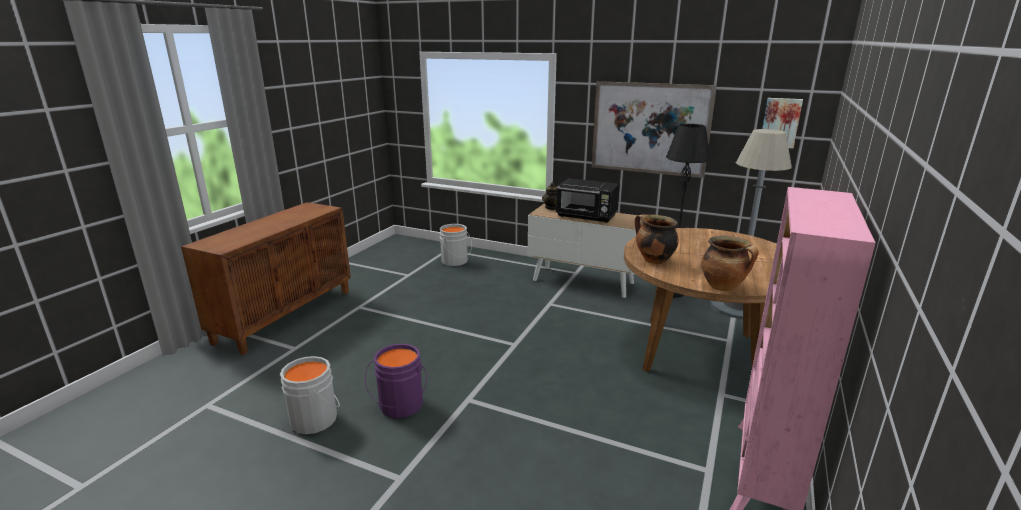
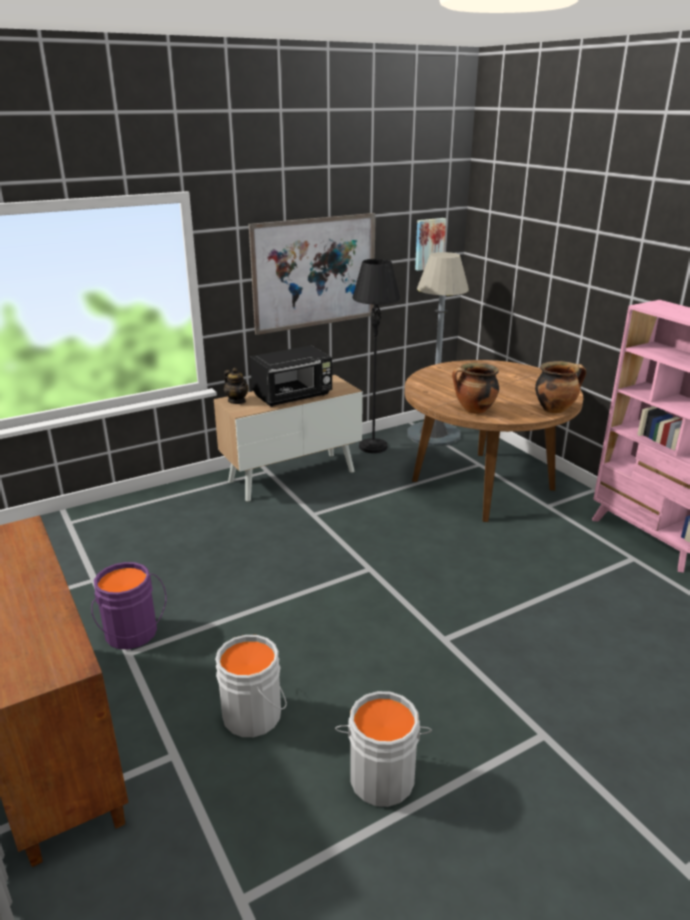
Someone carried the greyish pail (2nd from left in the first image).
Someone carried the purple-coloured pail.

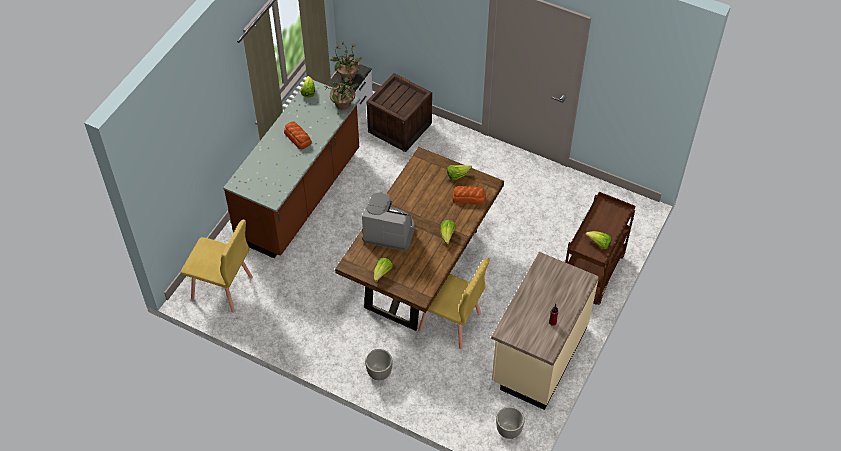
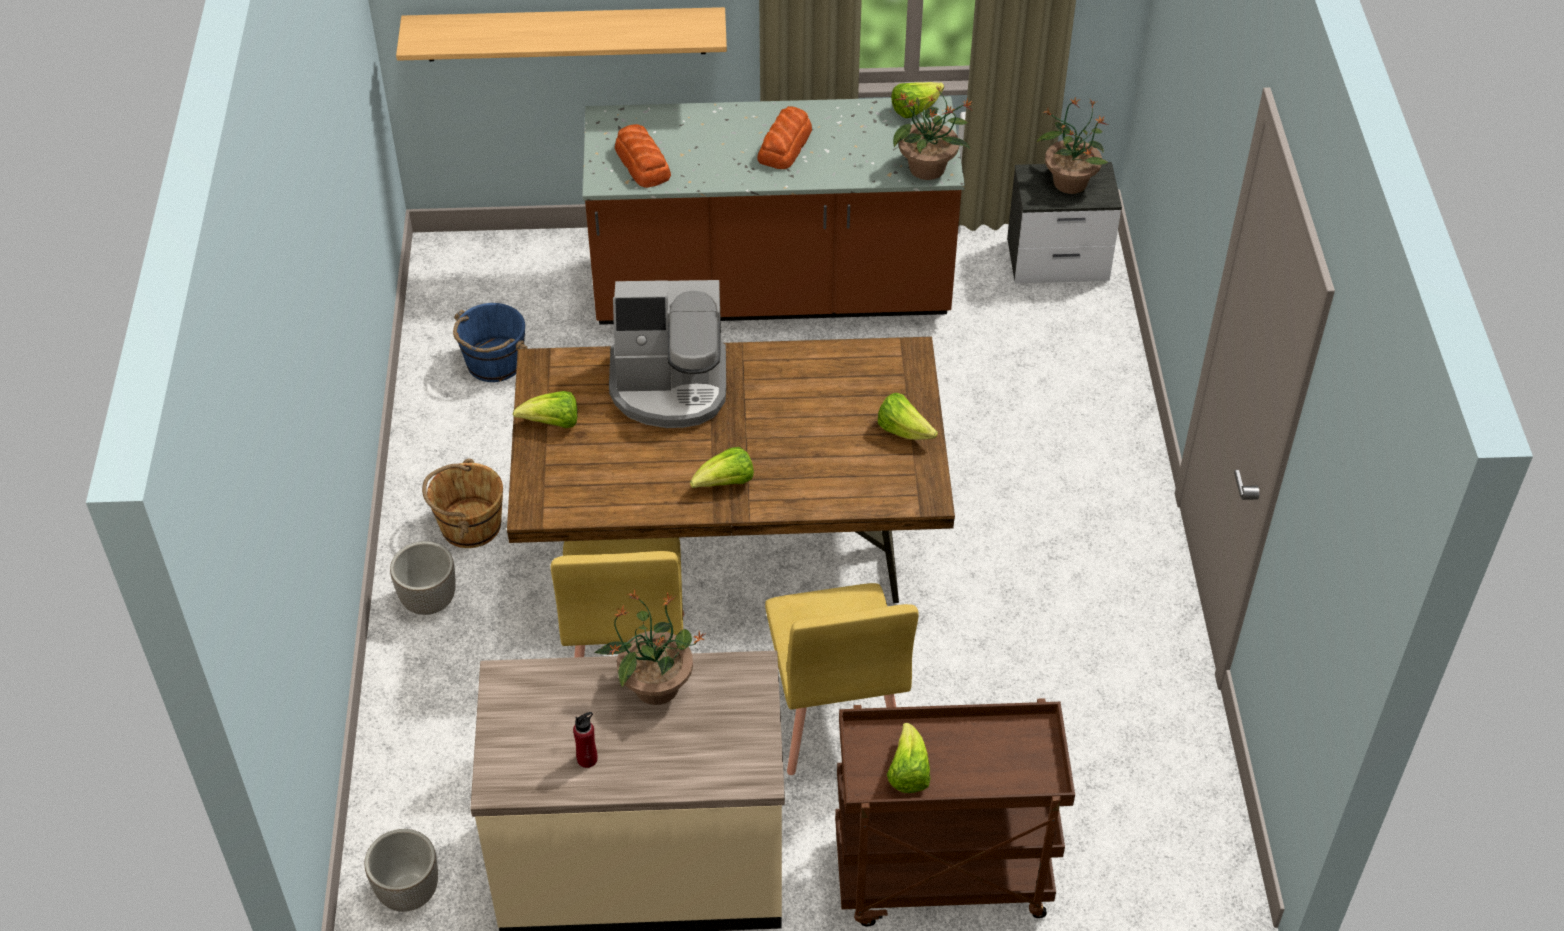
Someone took away the packing crate.
Someone carried the bakery bread (2nd from left in the first image).
Someone rotated the coffee machine by 105 degrees clockwise.
Someone carried the yellow-coloured plain chair (1st from left in the first image).
Someone put up the shelf.
Someone put down the bluish pail.
Someone put down the brownish pail.
Someone put down the houseplant (1st from left).

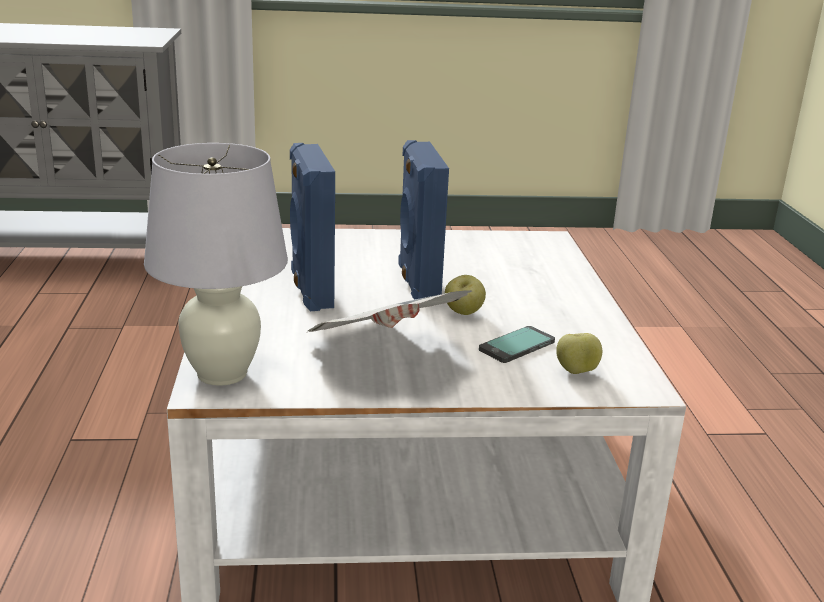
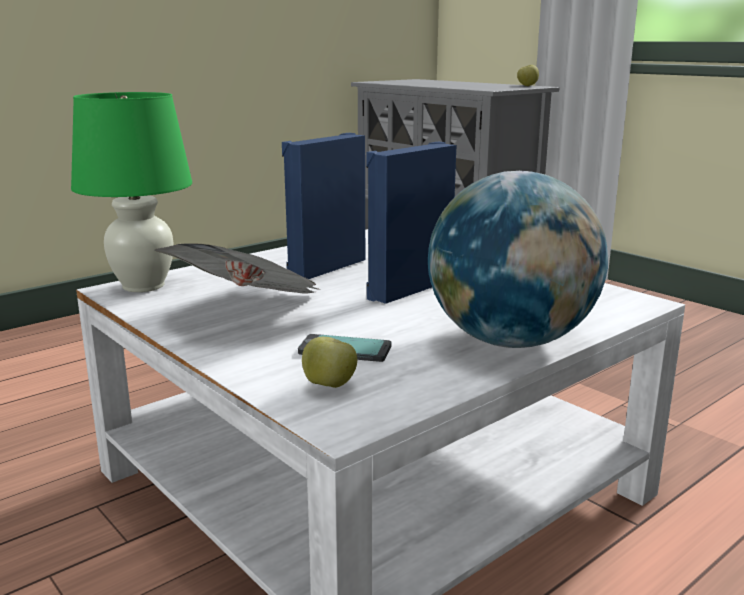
Someone repainted the white-coloured tabletop lamp, which became the green-coloured tabletop lamp.
Someone carried the apple (1st from left in the first image).
Someone put down the world globe.

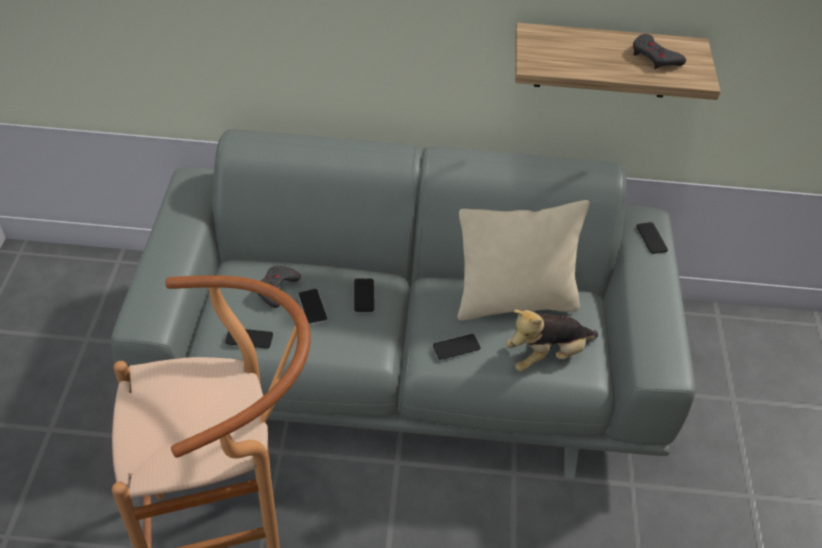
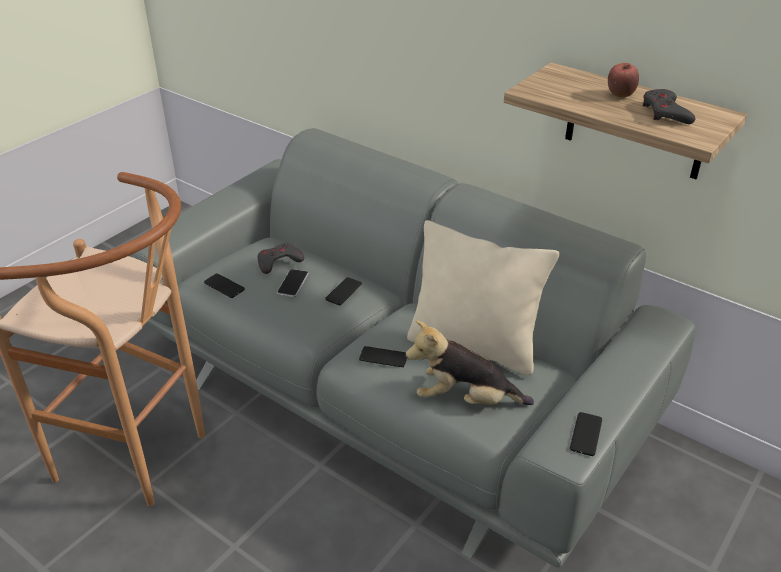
Someone carried the telephone (5th from left).
Someone put down the apple.

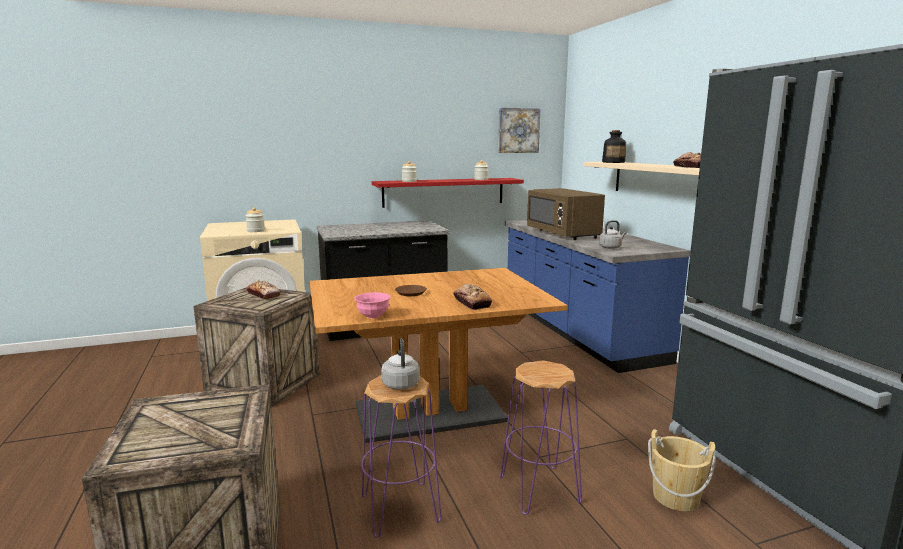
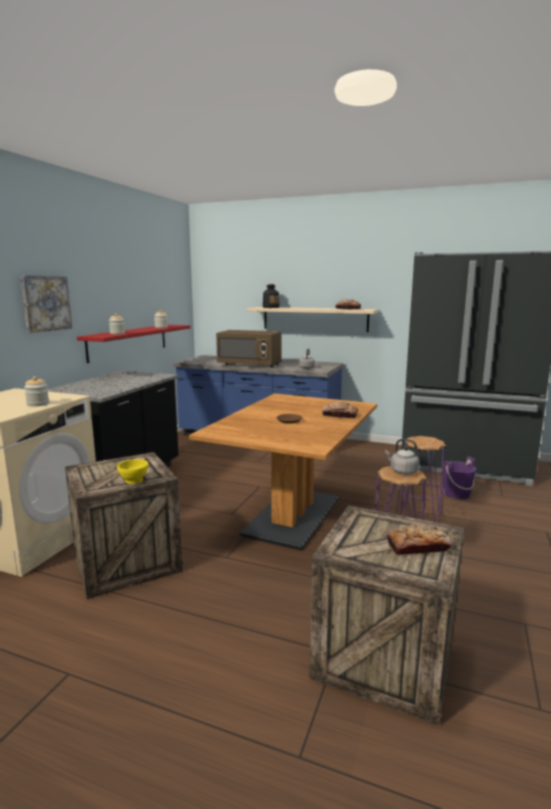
Someone carried the picture.
Someone carried the bakery bread (1st from left in the first image).
Someone took away the pink-coloured serving bowl.
Someone repainted the beige pail, which became the purple-coloured pail.
Someone put down the yellow-coloured serving bowl.

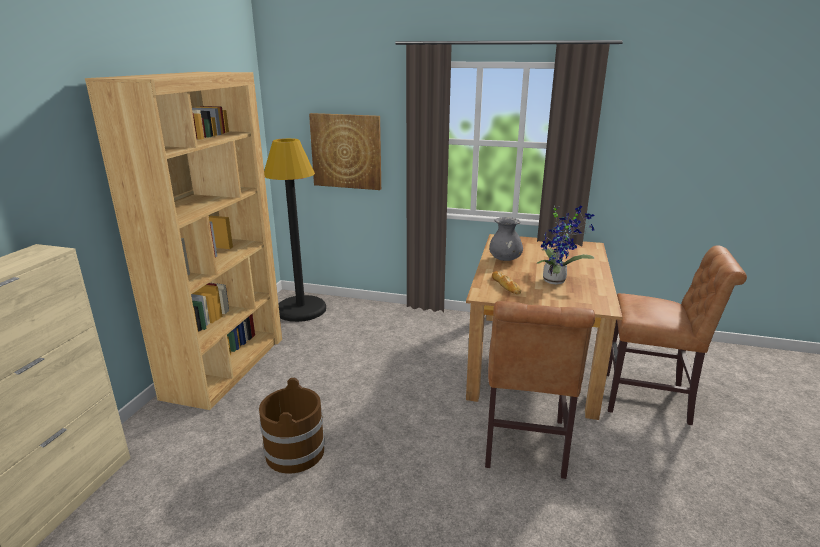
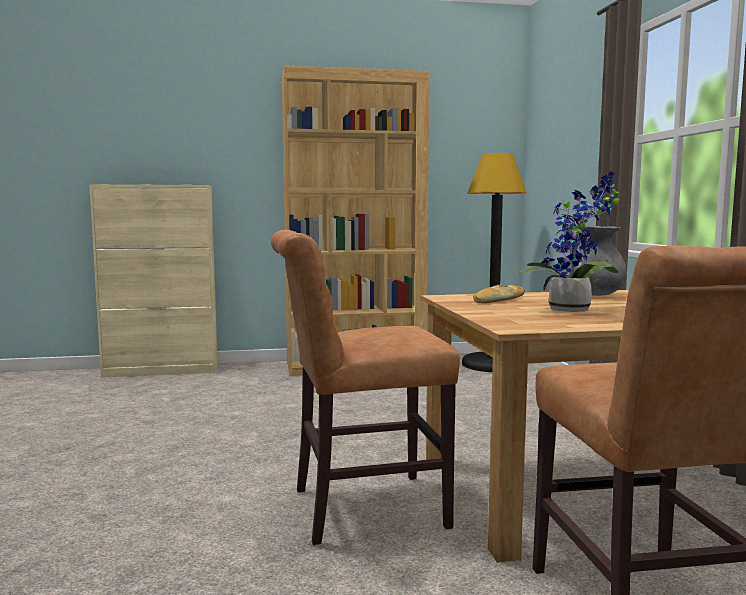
Someone took away the picture.
Someone took away the brownish pail.

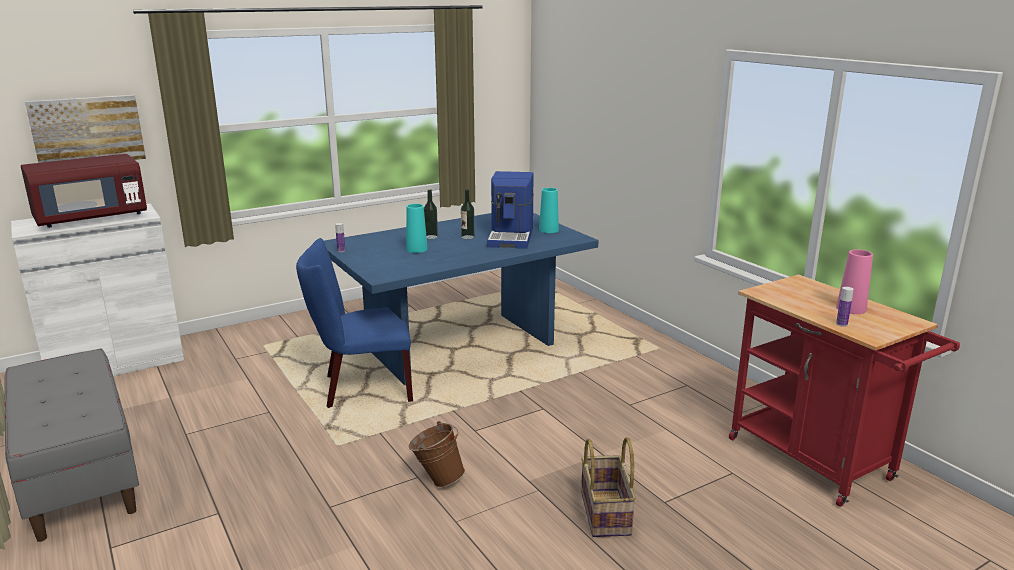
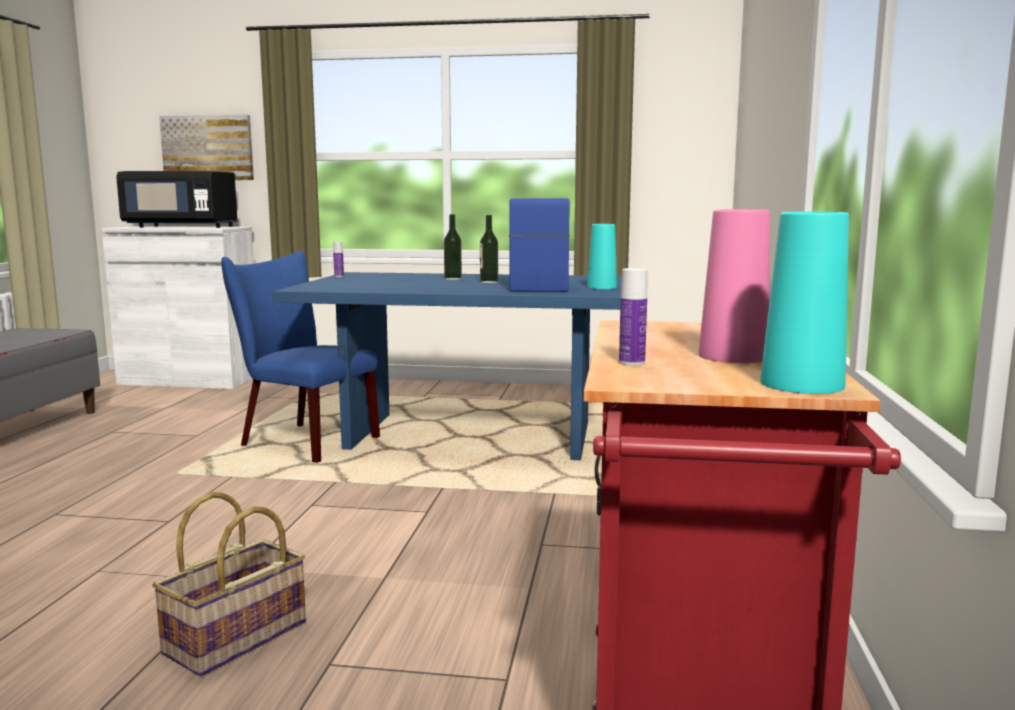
Someone repainted the red microwave oven, which became the black microwave oven.
Someone rotated the coffee machine by 135 degrees clockwise.
Someone carried the turquoise-coloured vase (1st from left in the first image).
Someone took away the brownish pail.

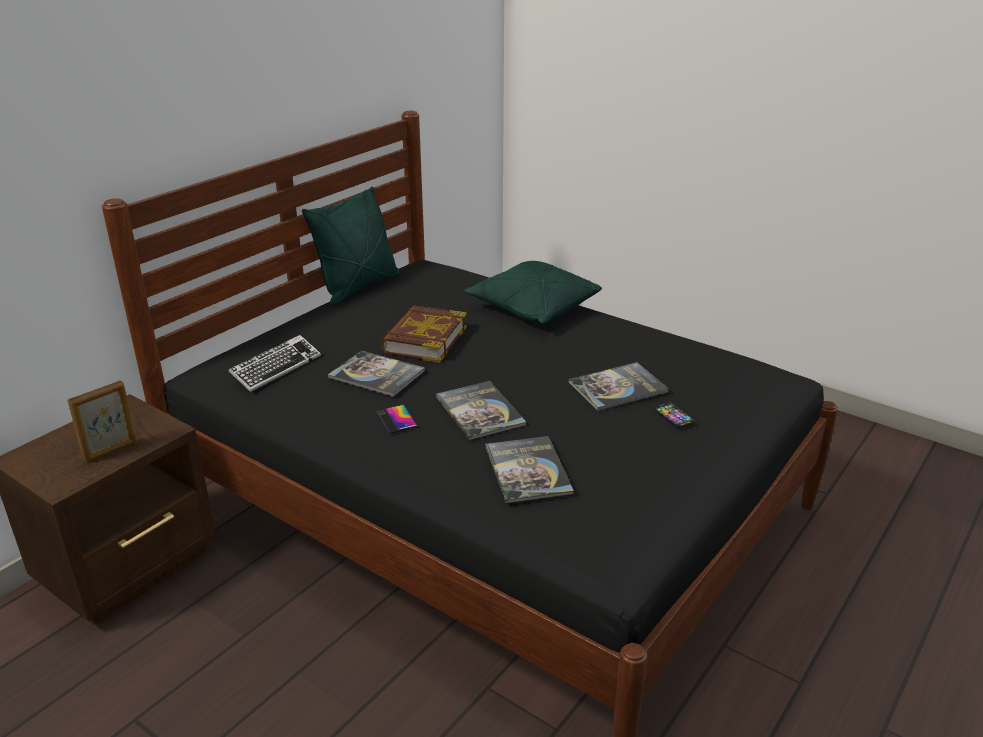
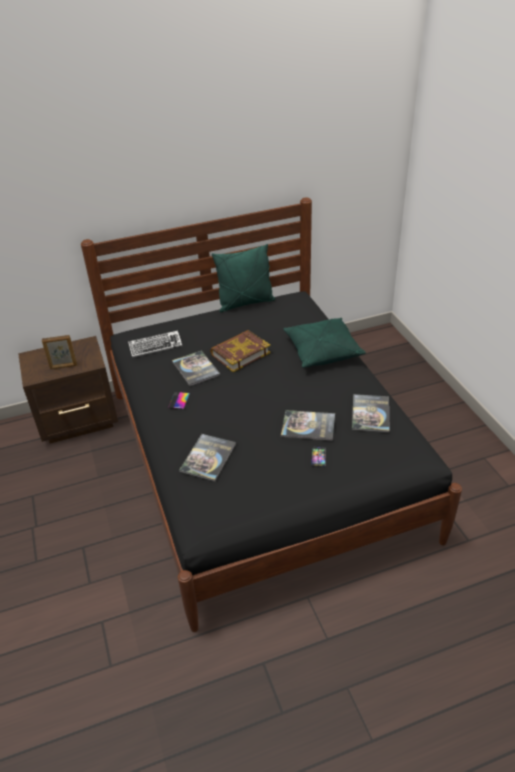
Someone carried the bound book (3rd from left in the first image).

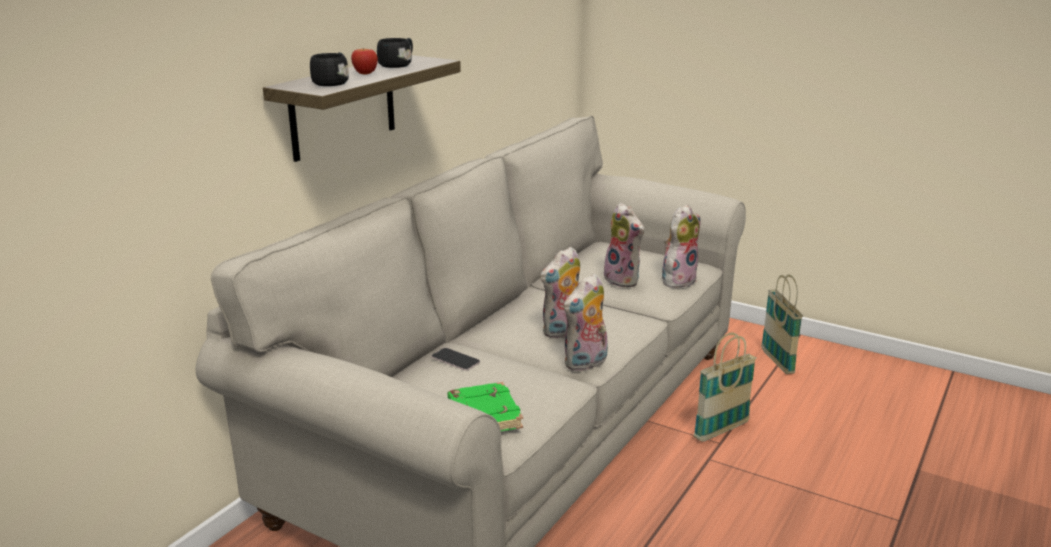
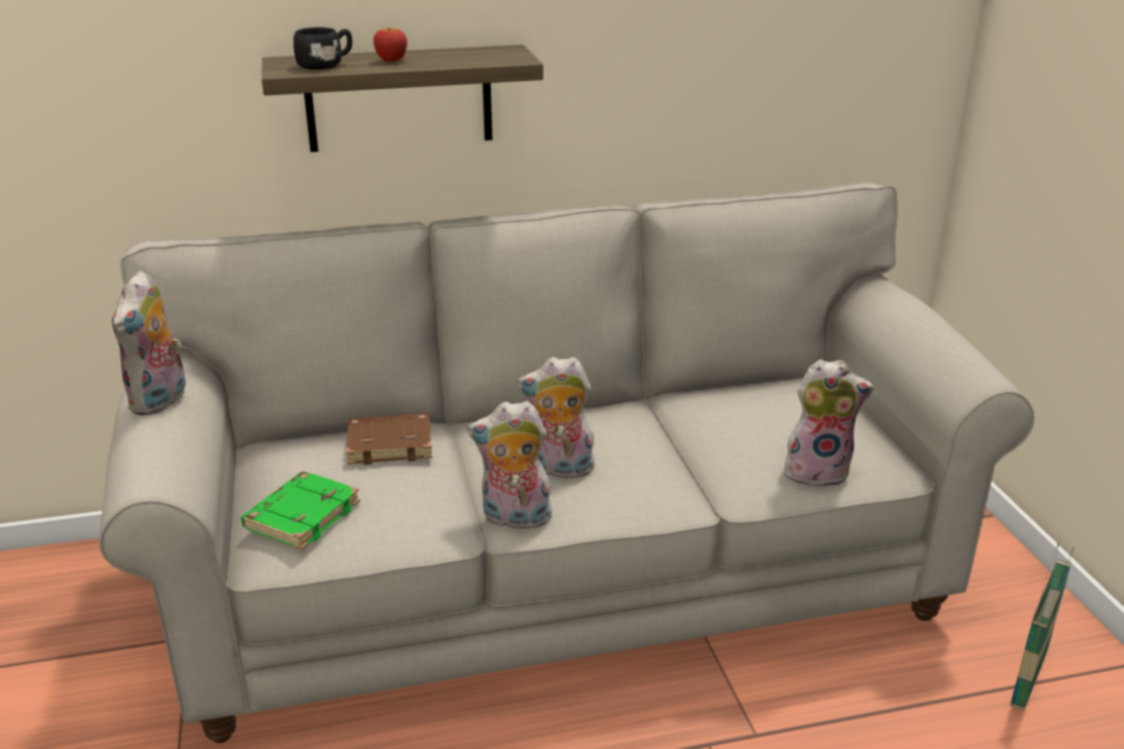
Someone took away the black mug (2nd from left).
Someone carried the cuddly toy (3rd from left in the first image).
Someone took away the basket (1st from left).
Someone swapped the telephone for the brownish bound book.

